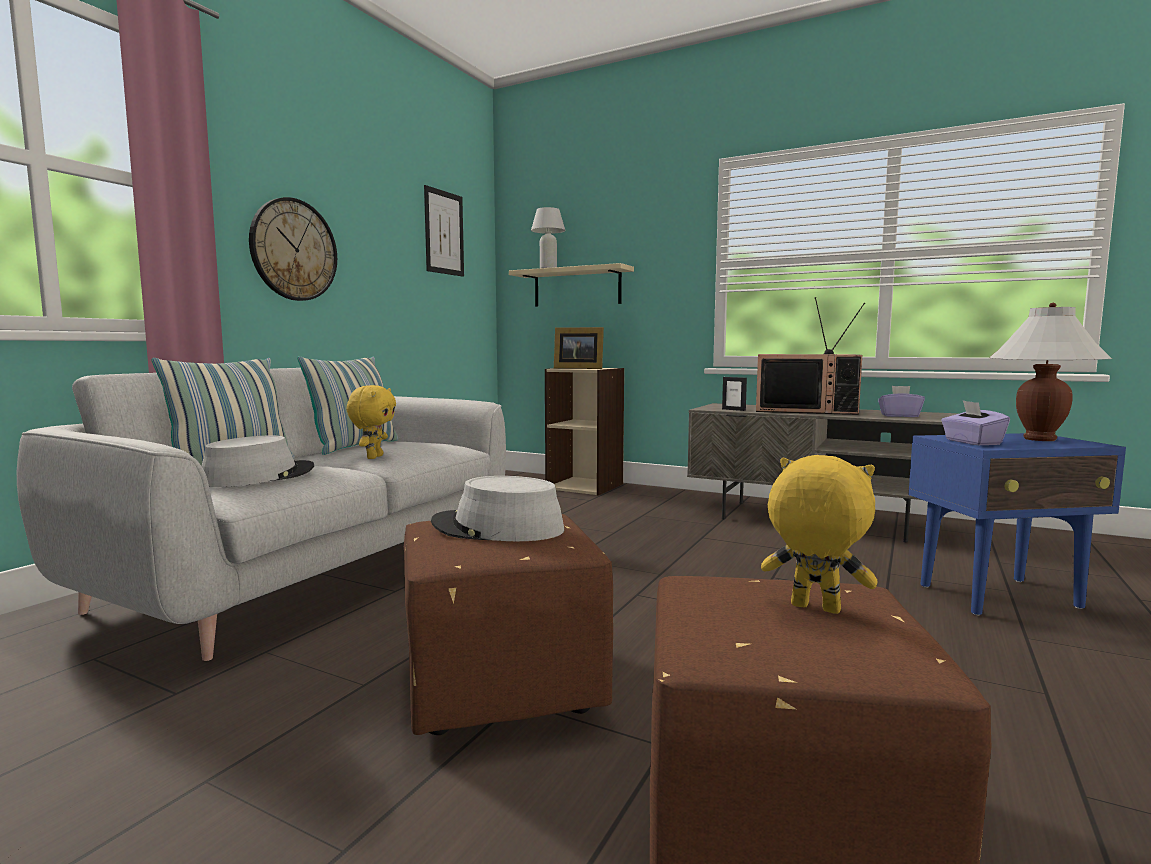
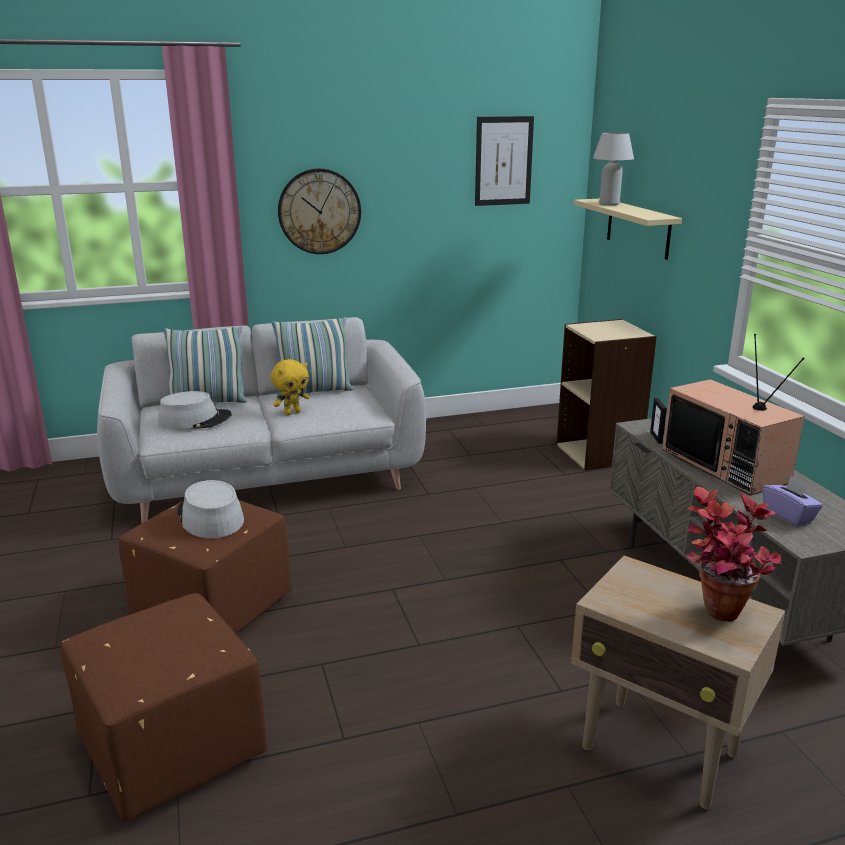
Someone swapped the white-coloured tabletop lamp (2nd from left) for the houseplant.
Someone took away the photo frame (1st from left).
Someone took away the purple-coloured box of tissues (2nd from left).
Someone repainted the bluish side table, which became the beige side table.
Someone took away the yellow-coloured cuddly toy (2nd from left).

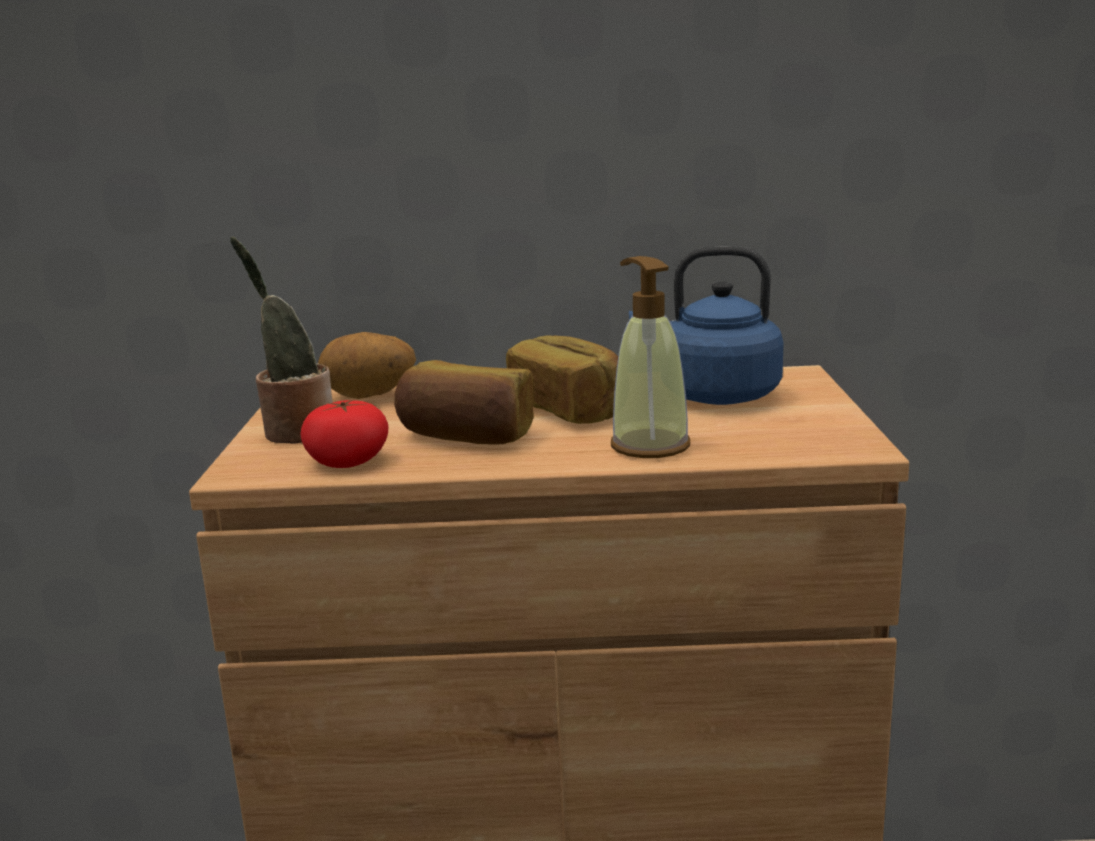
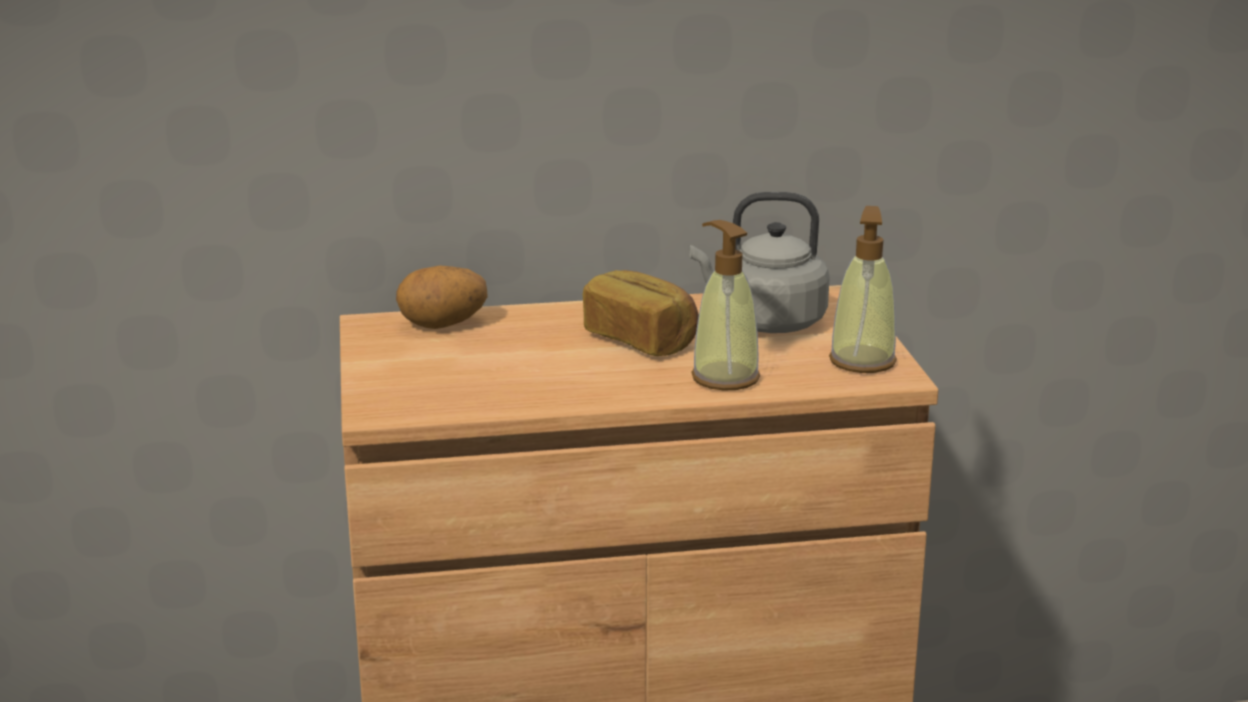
Someone took away the houseplant.
Someone repainted the bluish kettle, which became the greyish kettle.
Someone took away the bakery bread (1st from left).
Someone took away the fresh tomato.
Someone put down the soap bottle (2nd from left).

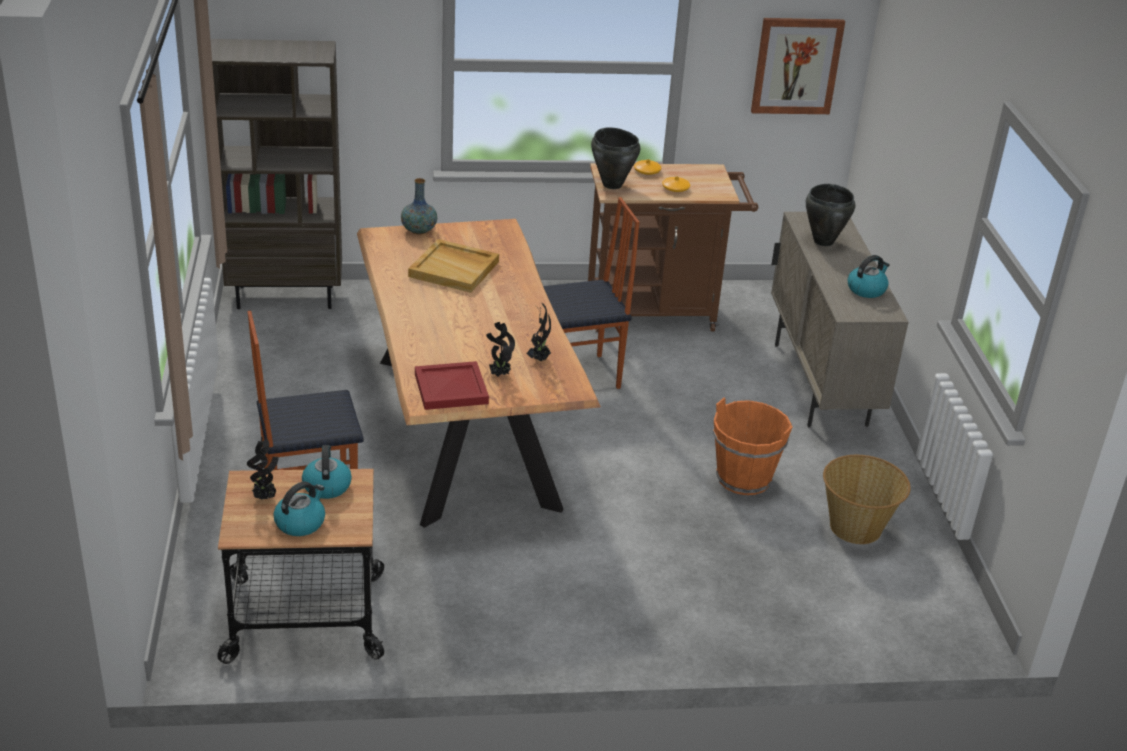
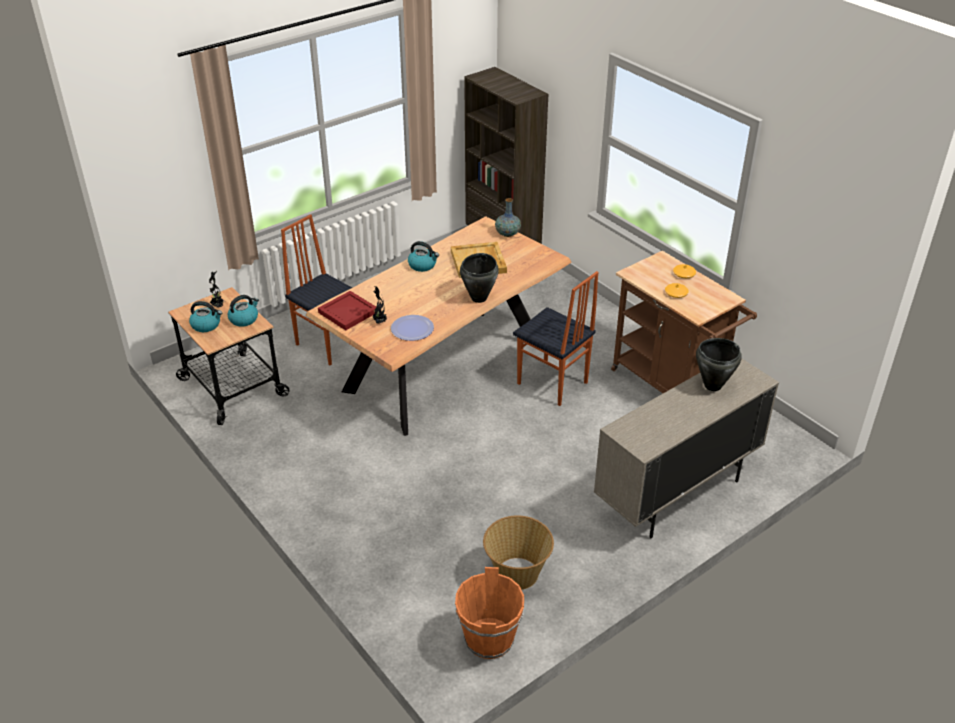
Someone took away the picture.
Someone carried the black stockpot (1st from left).
Someone carried the kettle (3rd from left).
Someone swapped the houseplant (3rd from left) for the plate.
Someone carried the orange pail.

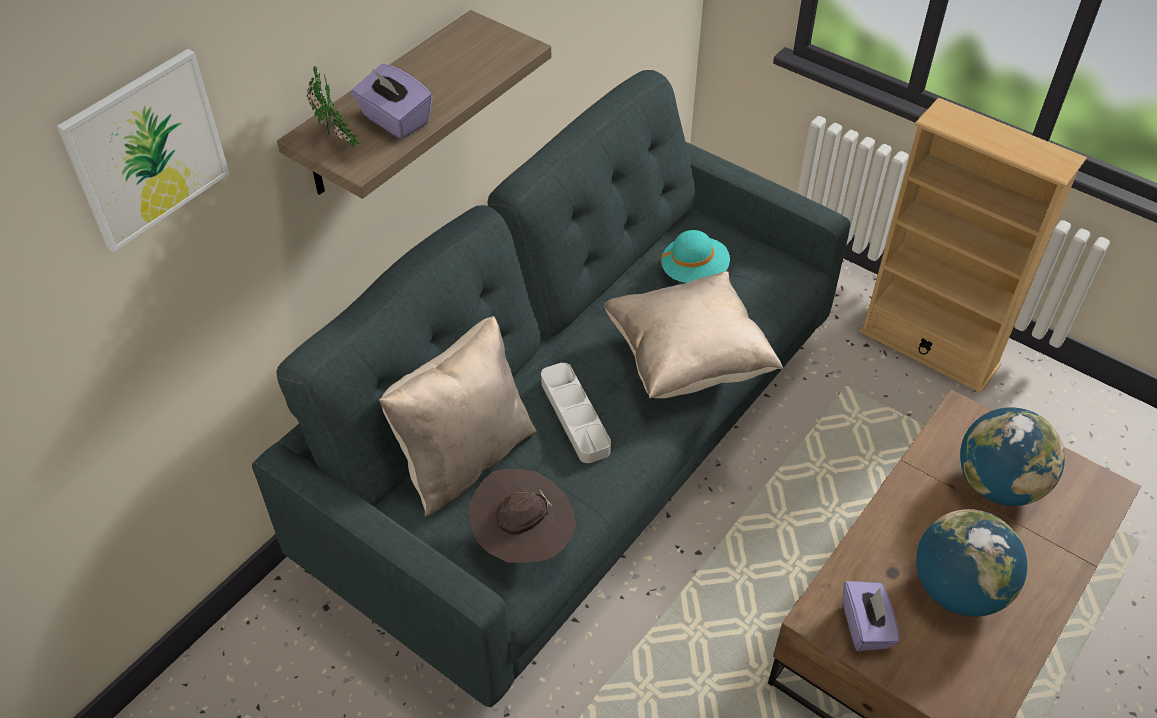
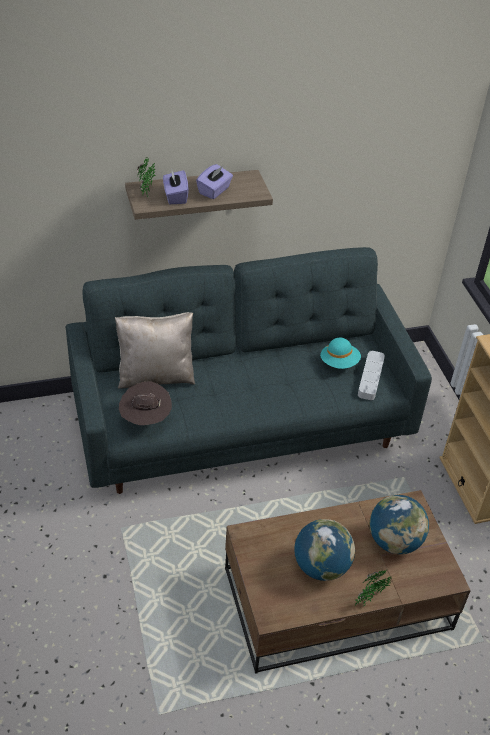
Someone took away the picture.
Someone took away the beige pillow (2nd from left).
Someone carried the greyish tray.
Someone carried the purple-coloured box of tissues (2nd from left).
Someone put down the houseplant (2nd from left).

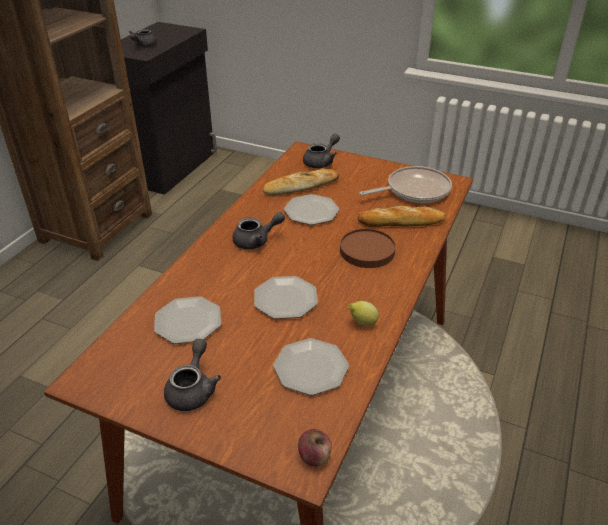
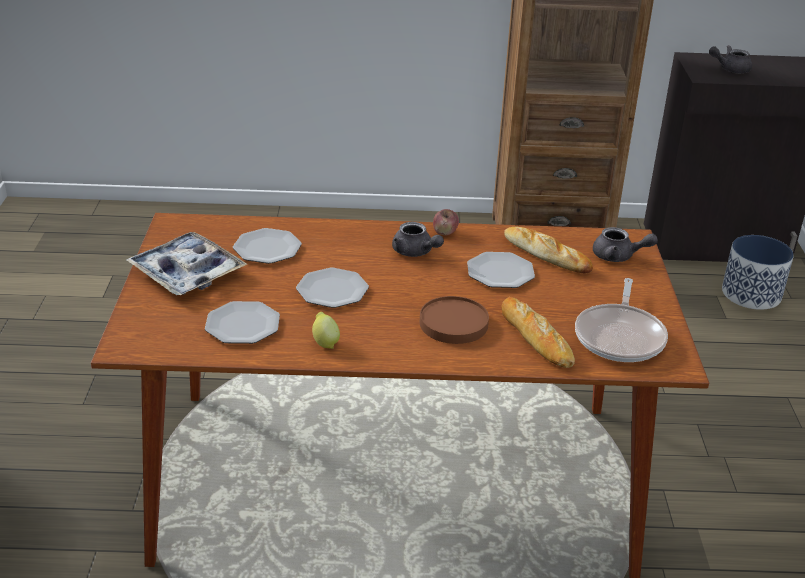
Someone rotated the frying pan by 60 degrees clockwise.
Someone swapped the greyish pot for tea (2nd from left) for the tray.
Someone carried the apple.
Someone put down the planter.

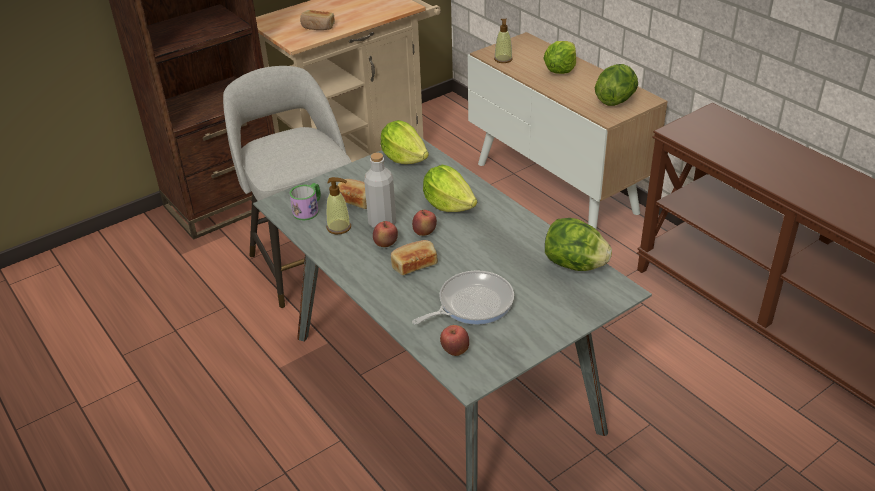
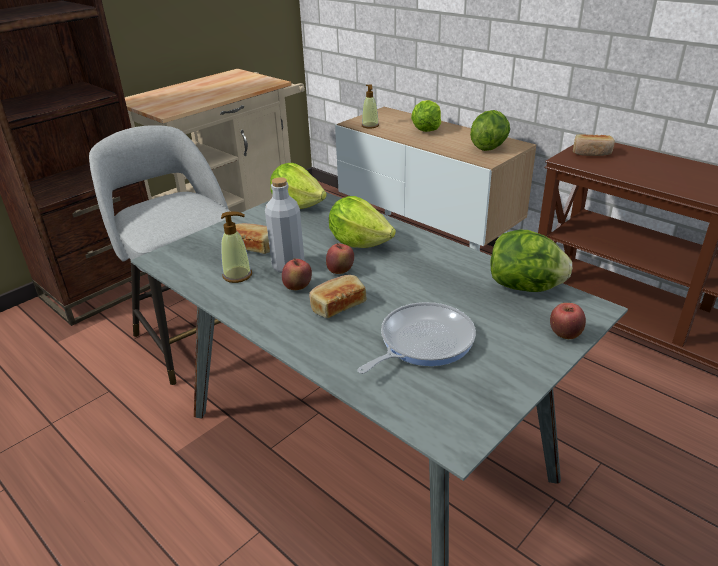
Someone carried the bakery bread (1st from left in the first image).
Someone took away the mug.
Someone carried the apple (3rd from left).

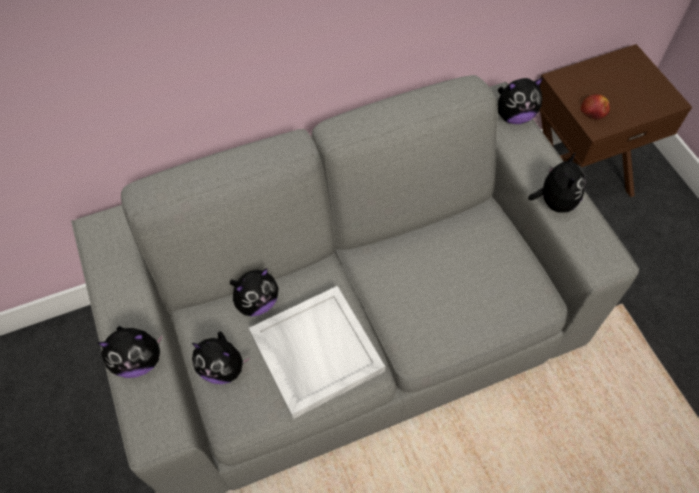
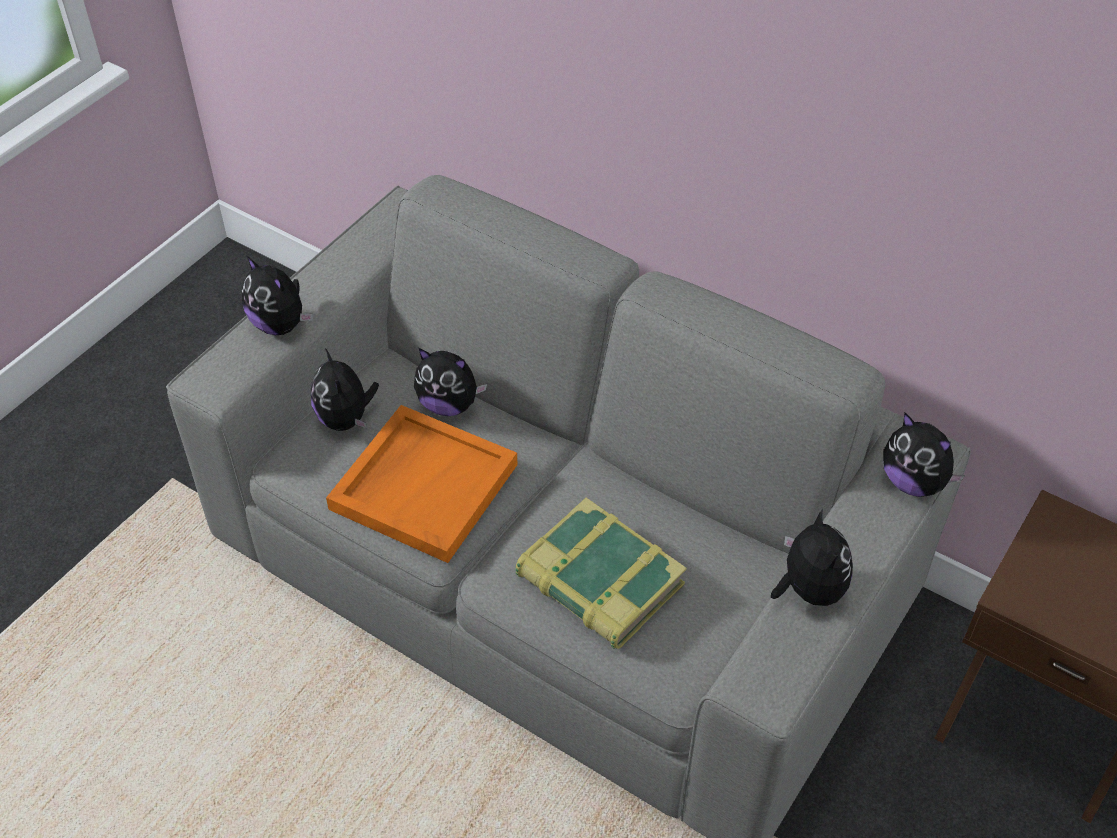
Someone took away the apple.
Someone rotated the cuddly toy (5th from left in the first image) by 75 degrees counterclockwise.
Someone repainted the white-coloured tray, which became the orange tray.
Someone put down the bound book.

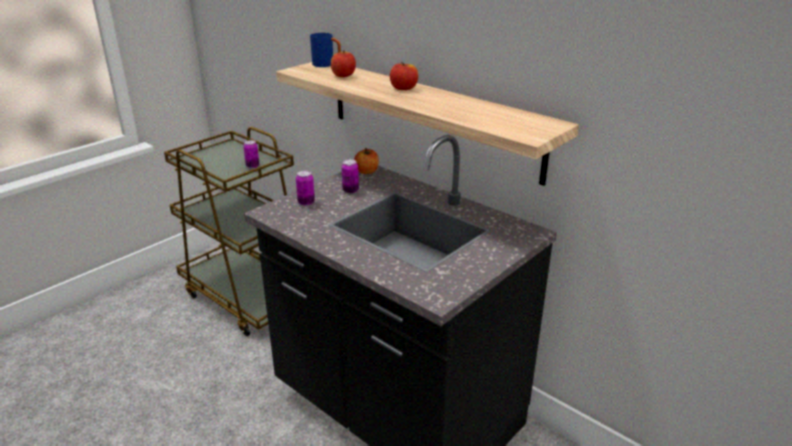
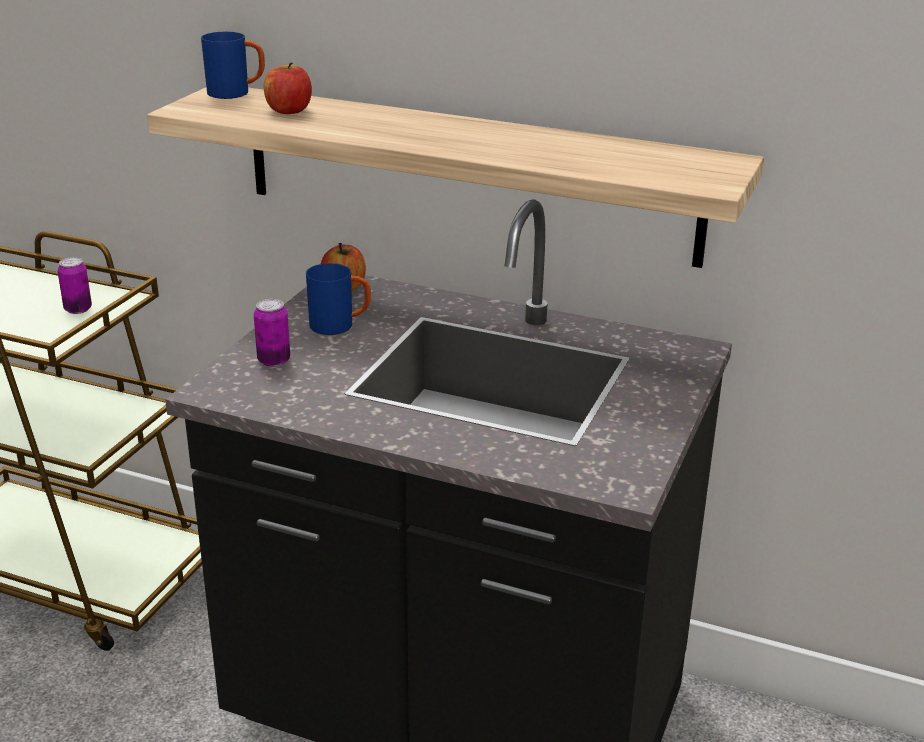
Someone took away the apple (3rd from left).
Someone swapped the can (3rd from left) for the bluish mug (2nd from left).

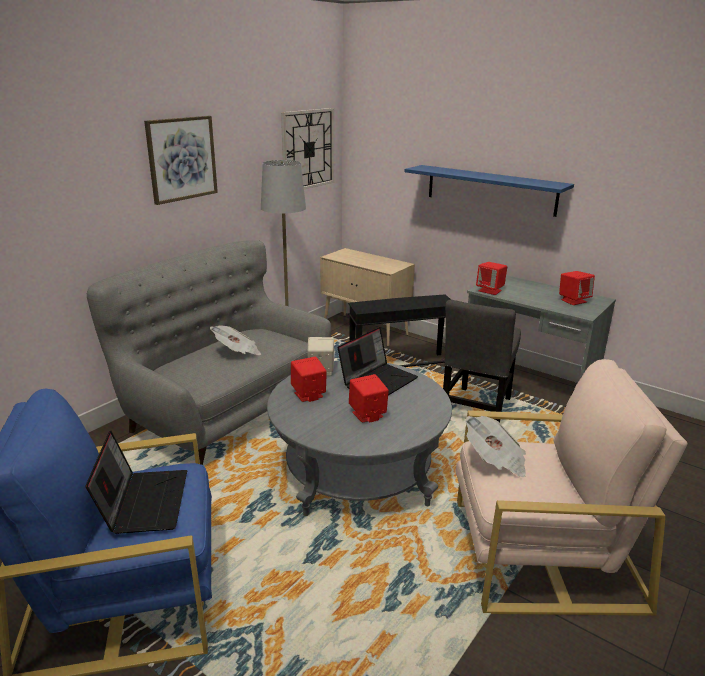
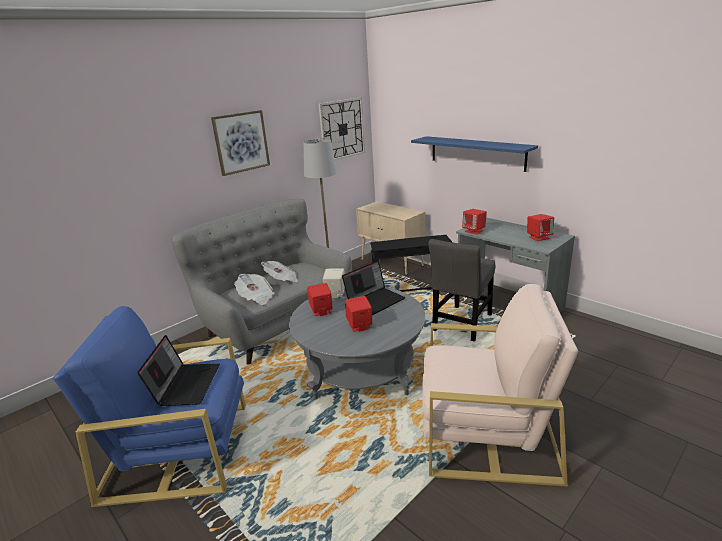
Someone carried the daily paper (2nd from left in the first image).

